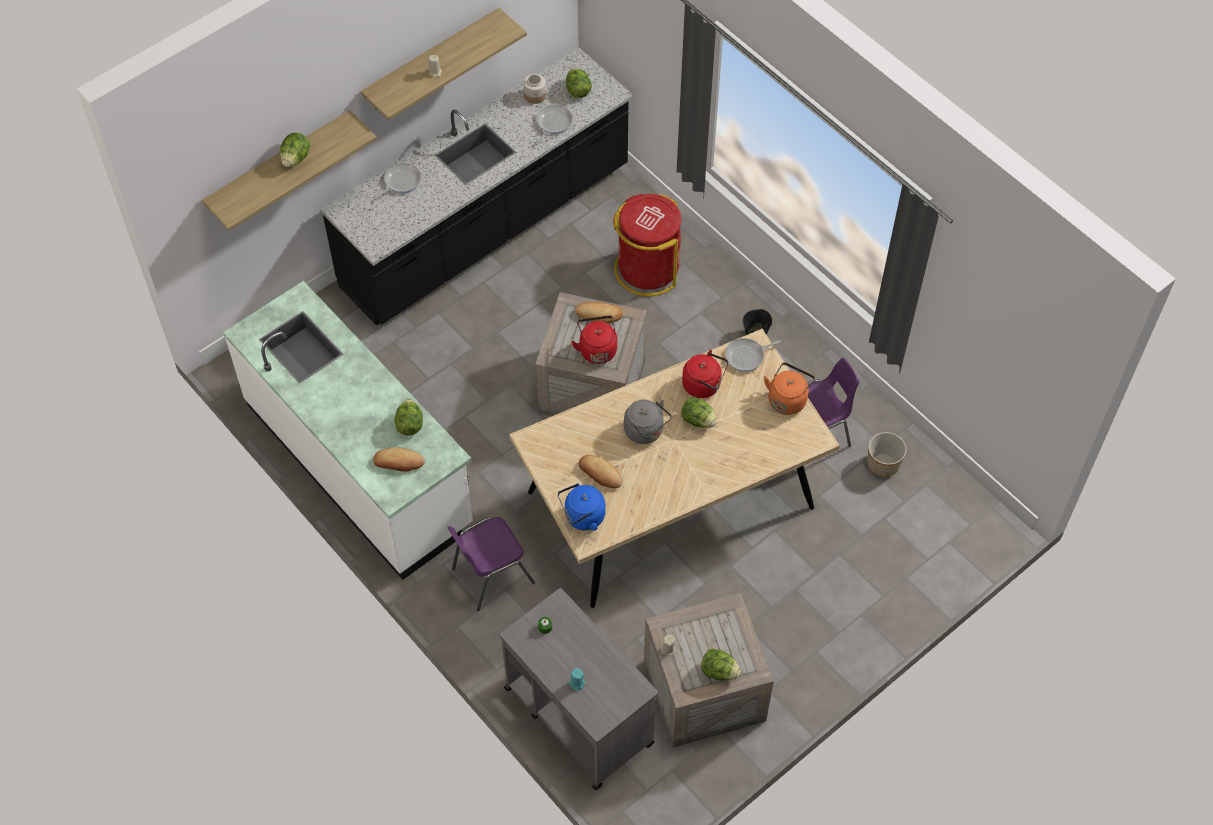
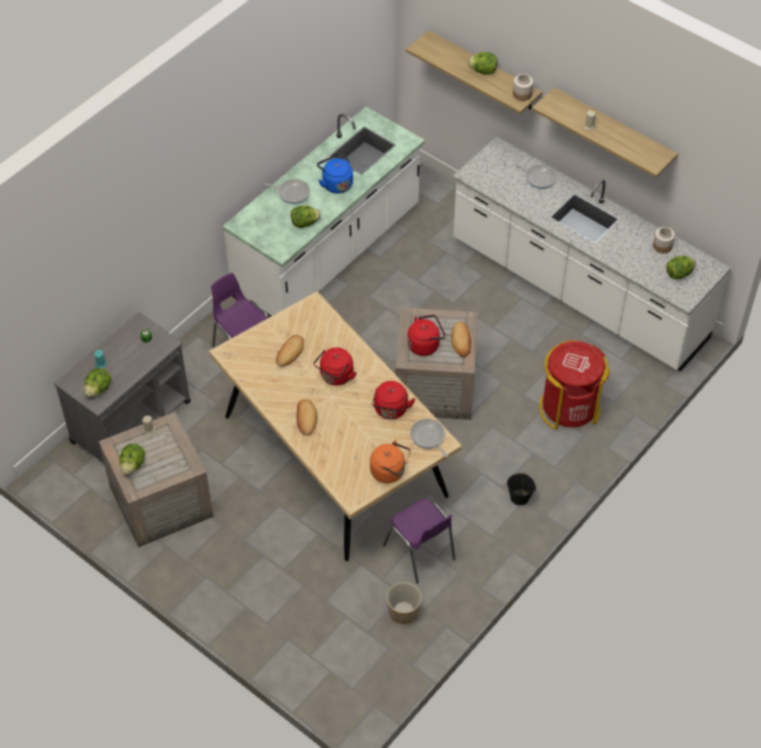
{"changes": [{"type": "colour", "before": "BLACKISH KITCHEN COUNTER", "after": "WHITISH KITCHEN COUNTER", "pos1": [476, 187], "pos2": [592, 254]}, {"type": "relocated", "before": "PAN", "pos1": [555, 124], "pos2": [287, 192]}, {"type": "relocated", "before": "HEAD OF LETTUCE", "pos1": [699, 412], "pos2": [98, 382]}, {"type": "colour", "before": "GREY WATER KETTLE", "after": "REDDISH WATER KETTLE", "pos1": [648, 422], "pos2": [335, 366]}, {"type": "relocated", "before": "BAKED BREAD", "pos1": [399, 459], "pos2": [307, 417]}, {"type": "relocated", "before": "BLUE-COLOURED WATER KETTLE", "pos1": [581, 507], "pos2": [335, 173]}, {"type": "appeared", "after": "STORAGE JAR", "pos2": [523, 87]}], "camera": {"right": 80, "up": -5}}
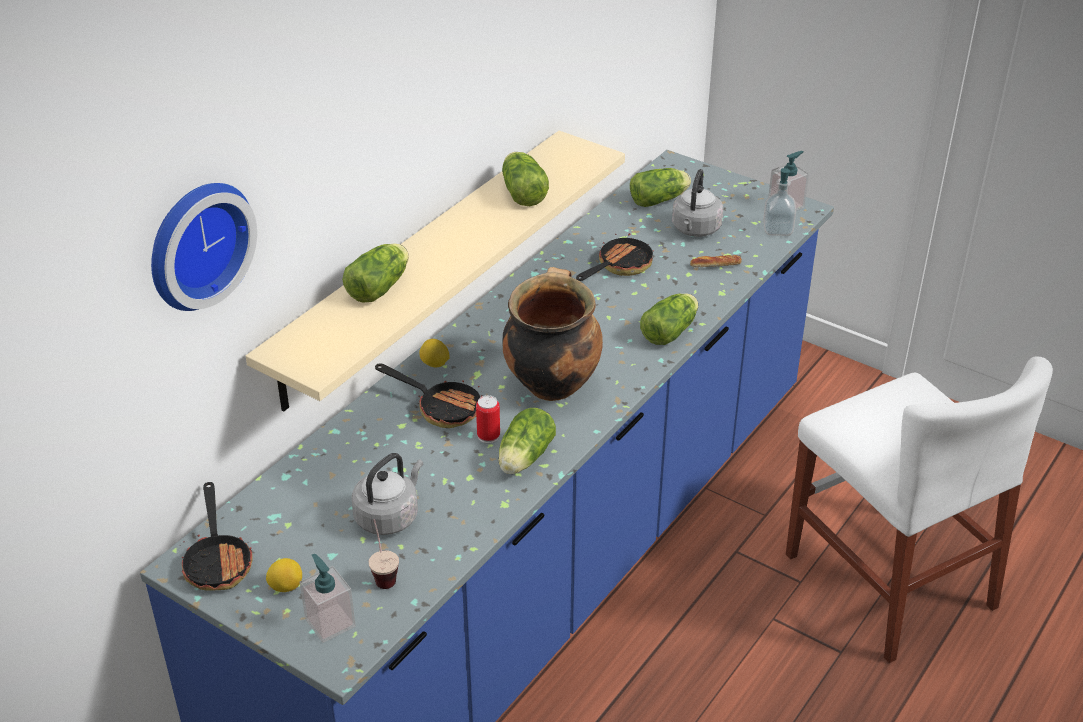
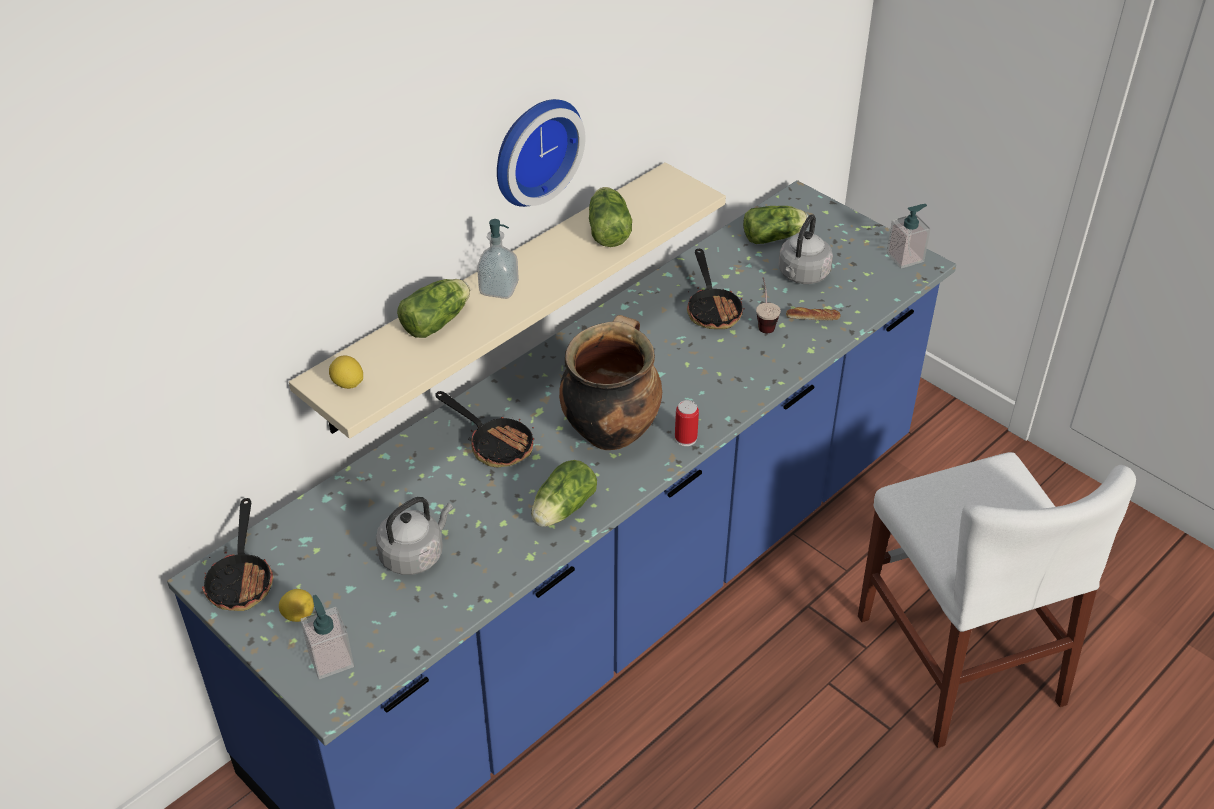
{"changes": [{"type": "relocated", "before": "LIQUID SOAP BOTTLE", "pos1": [780, 202], "pos2": [498, 259]}, {"type": "relocated", "before": "CLOCK ON THE WALL", "pos1": [204, 247], "pos2": [541, 153]}, {"type": "spun", "before": "PAN", "pos1": [614, 254], "pos2": [716, 289], "turn": 120}, {"type": "missing", "before": "HEAD OF LETTUCE", "pos1": [669, 319]}, {"type": "relocated", "before": "LEMON", "pos1": [434, 353], "pos2": [346, 372]}, {"type": "relocated", "before": "CAN", "pos1": [488, 419], "pos2": [687, 423]}, {"type": "relocated", "before": "DRINKING CUP", "pos1": [384, 554], "pos2": [768, 305]}], "camera": {"right": 10, "up": 5}}
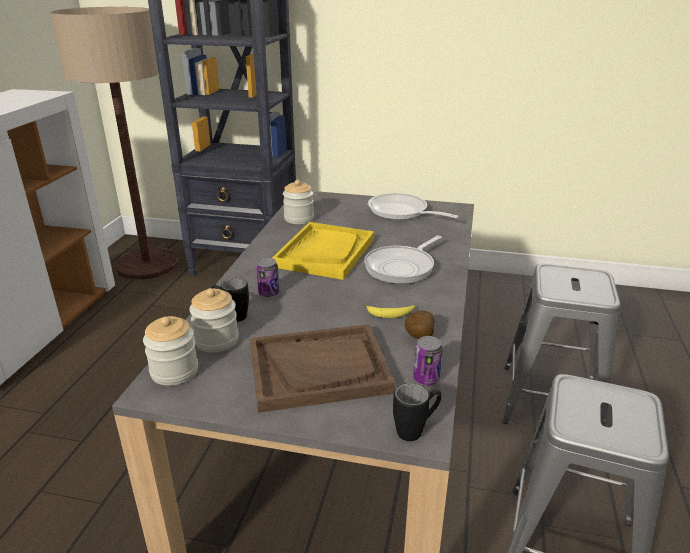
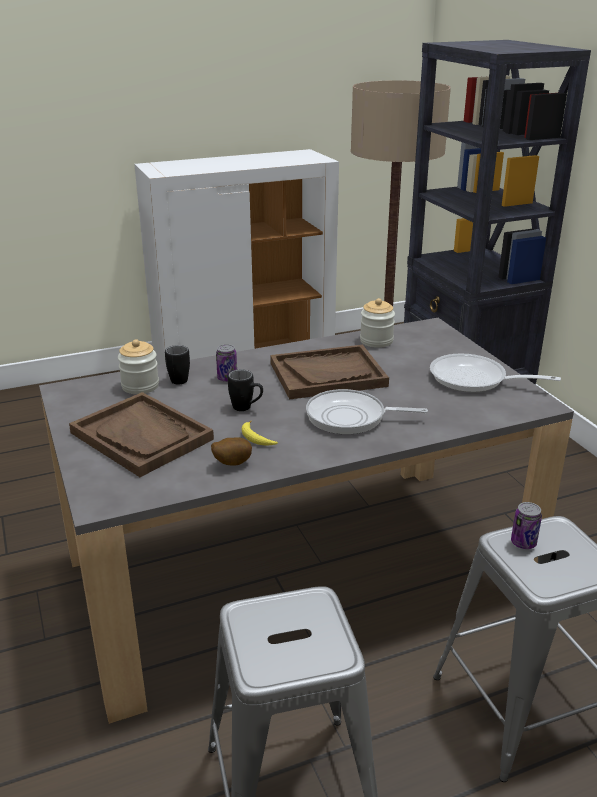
{"changes": [{"type": "spun", "before": "PAN", "pos1": [413, 206], "pos2": [495, 373], "turn": -75}, {"type": "colour", "before": "YELLOW SERVING TRAY", "after": "BROWNISH SERVING TRAY", "pos1": [323, 251], "pos2": [329, 372]}, {"type": "missing", "before": "STORAGE JAR", "pos1": [170, 351]}, {"type": "relocated", "before": "CAN", "pos1": [427, 360], "pos2": [526, 525]}, {"type": "relocated", "before": "BLACKISH COFFEE MUG", "pos1": [417, 412], "pos2": [245, 390]}], "camera": {"right": 55, "up": 0}}
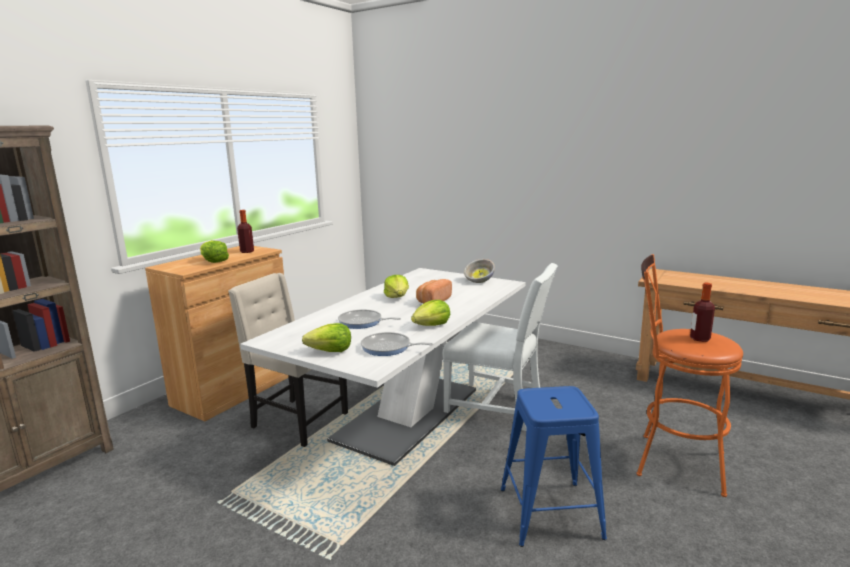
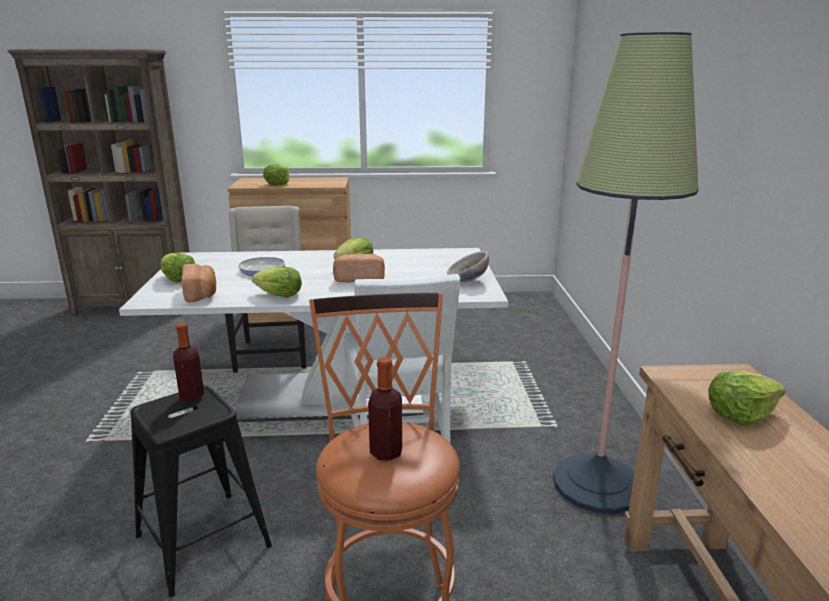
{"changes": [{"type": "relocated", "before": "BOTTLE", "pos1": [245, 231], "pos2": [188, 362]}, {"type": "exchanged", "before": "PAN", "after": "BAKED BREAD", "pos1": [397, 344], "pos2": [199, 283]}, {"type": "colour", "before": "BLUE-COLOURED STOOL SEAT", "after": "BLACKISH STOOL SEAT", "pos1": [554, 466], "pos2": [201, 491]}, {"type": "appeared", "after": "STANDING LAMP", "pos2": [626, 273]}, {"type": "appeared", "after": "HEAD OF LETTUCE", "pos2": [747, 398]}], "camera": {"right": 55, "up": 5}}
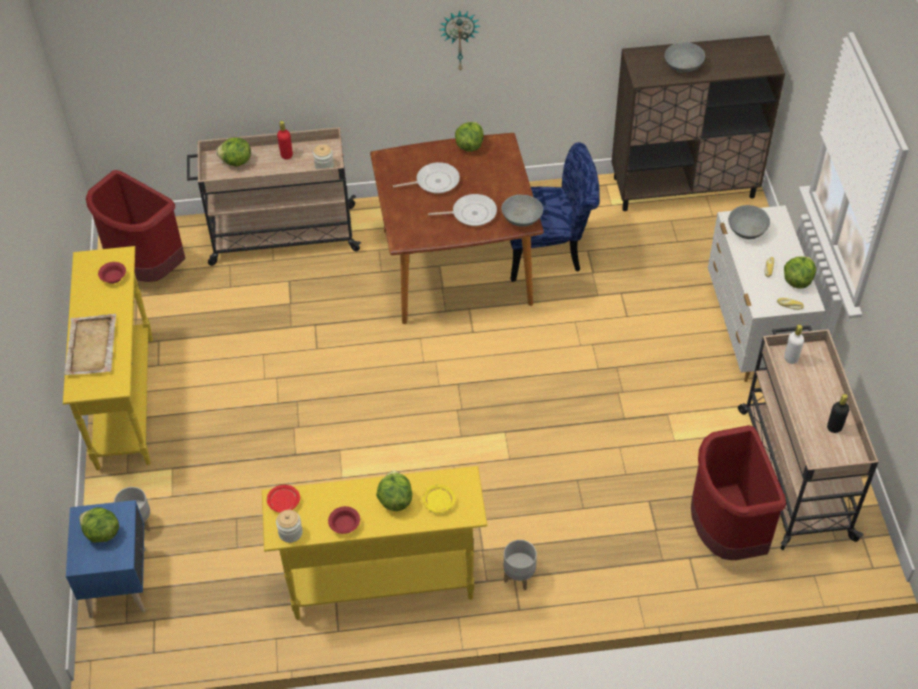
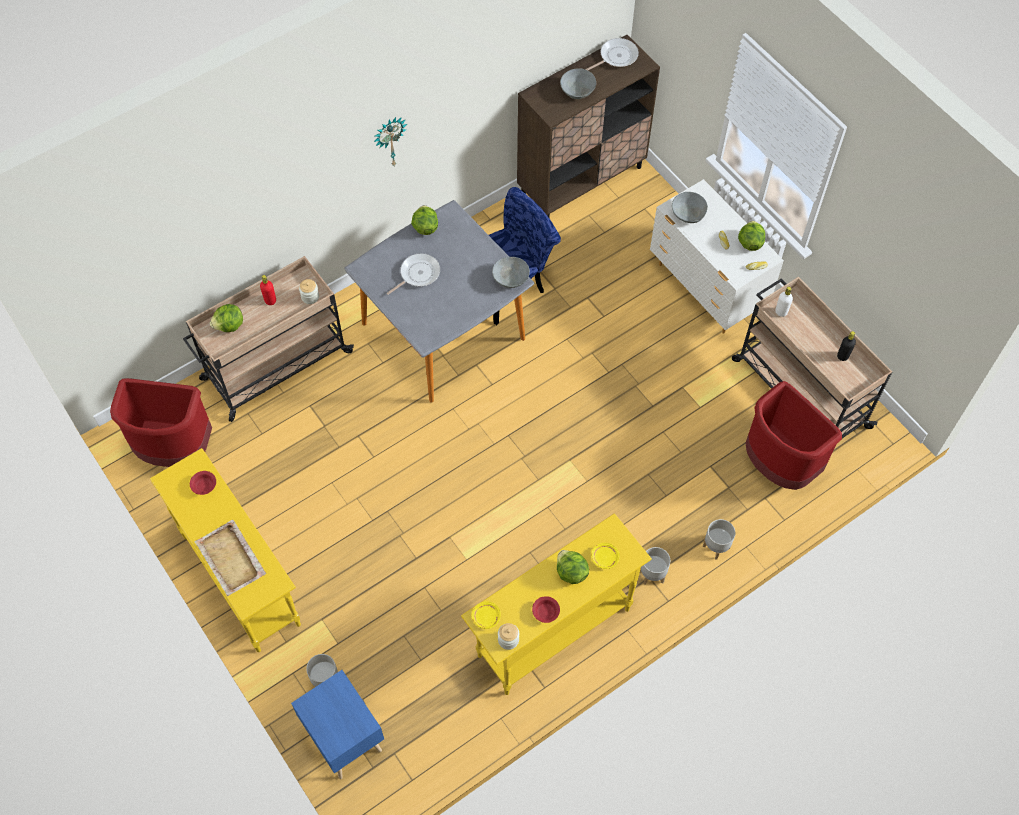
{"changes": [{"type": "colour", "before": "BROWNISH DINING TABLE", "after": "GREY DINING TABLE", "pos1": [457, 228], "pos2": [439, 301]}, {"type": "relocated", "before": "PAN", "pos1": [462, 210], "pos2": [612, 54]}, {"type": "colour", "before": "REDDISH DINNER PLATE", "after": "YELLOW DINNER PLATE", "pos1": [283, 499], "pos2": [486, 615]}, {"type": "missing", "before": "HEAD OF LETTUCE", "pos1": [99, 525]}, {"type": "appeared", "after": "GREY PLANTER", "pos2": [719, 539]}], "camera": {"right": -30, "up": 10}}
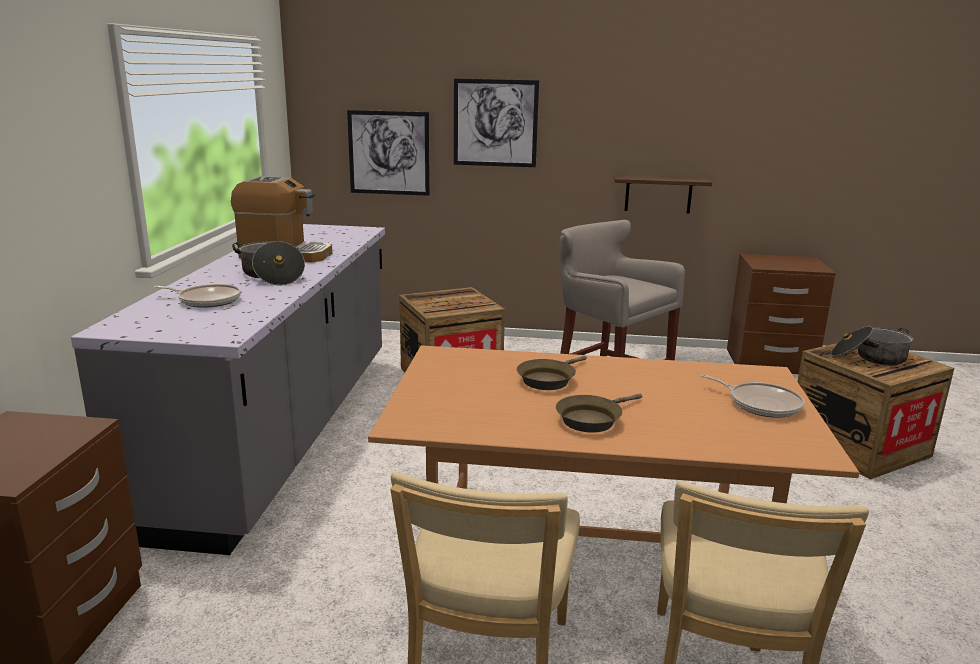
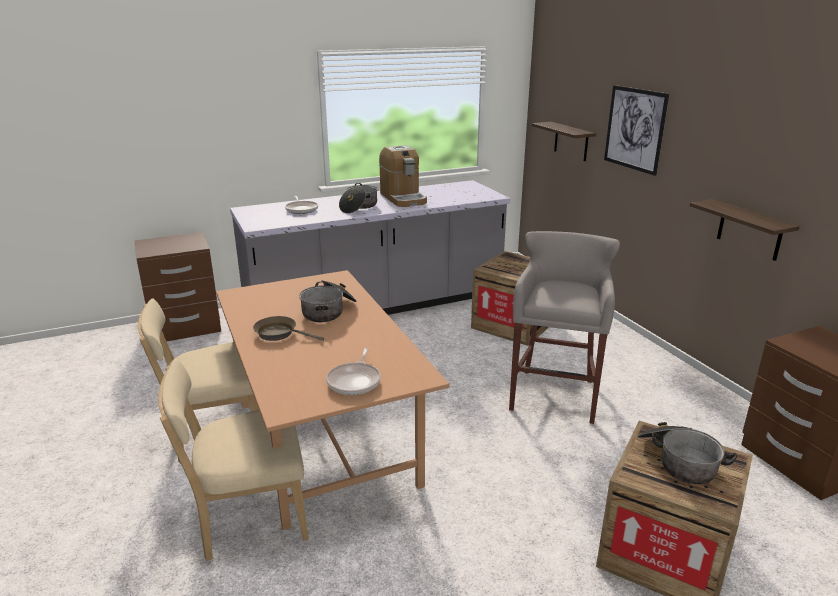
{"changes": [{"type": "exchanged", "before": "PICTURE", "after": "SHELF", "pos1": [388, 153], "pos2": [564, 141]}, {"type": "exchanged", "before": "BROWNISH PAN", "after": "SAUCEPOT", "pos1": [552, 373], "pos2": [328, 301]}], "camera": {"right": 60, "up": 5}}
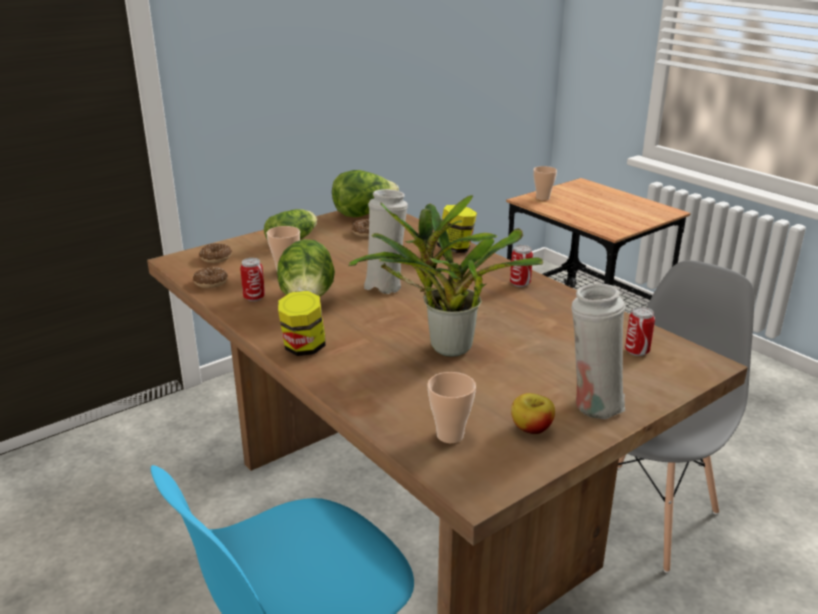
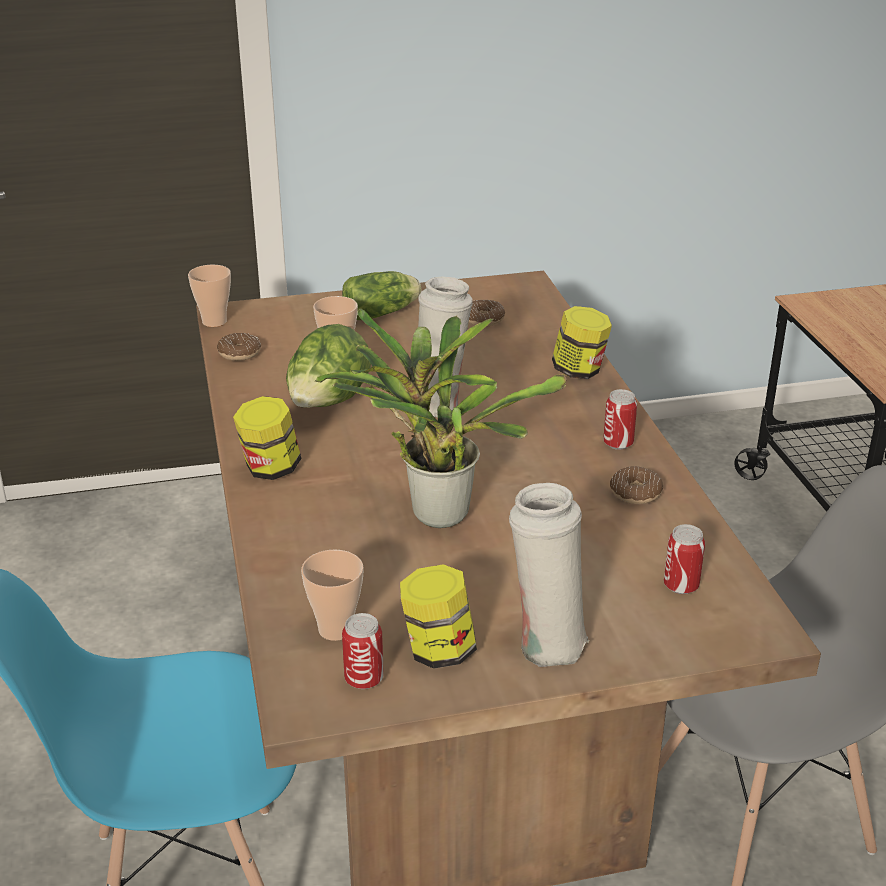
{"changes": [{"type": "relocated", "before": "DRINKING CUP", "pos1": [545, 183], "pos2": [209, 296]}, {"type": "missing", "before": "HEAD OF LETTUCE", "pos1": [365, 193]}, {"type": "relocated", "before": "RING DOUGHNUT", "pos1": [215, 253], "pos2": [636, 485]}, {"type": "relocated", "before": "CAN", "pos1": [252, 279], "pos2": [363, 651]}, {"type": "exchanged", "before": "WHOLE APPLE", "after": "STORAGE JAR", "pos1": [533, 413], "pos2": [438, 616]}], "camera": {"right": 25, "up": 5}}
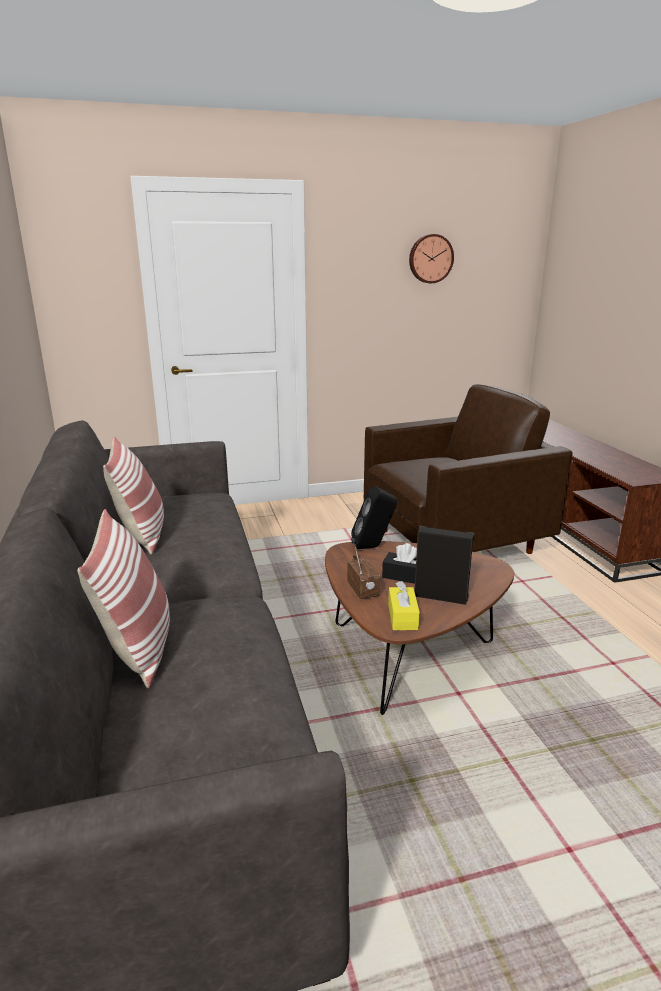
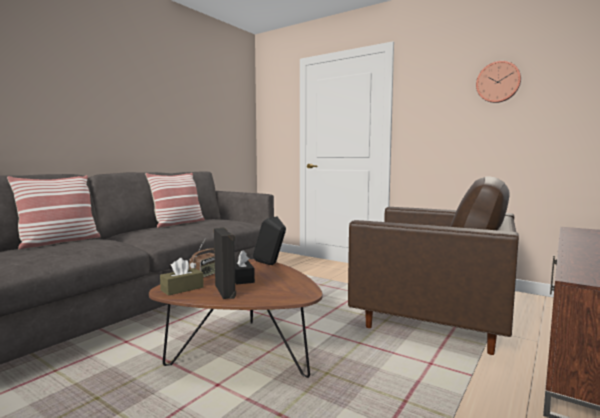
{"changes": [{"type": "colour", "before": "YELLOW TISSUE BOX", "after": "BROWNISH TISSUE BOX", "pos1": [404, 605], "pos2": [182, 277]}], "camera": {"right": 50, "up": -15}}
